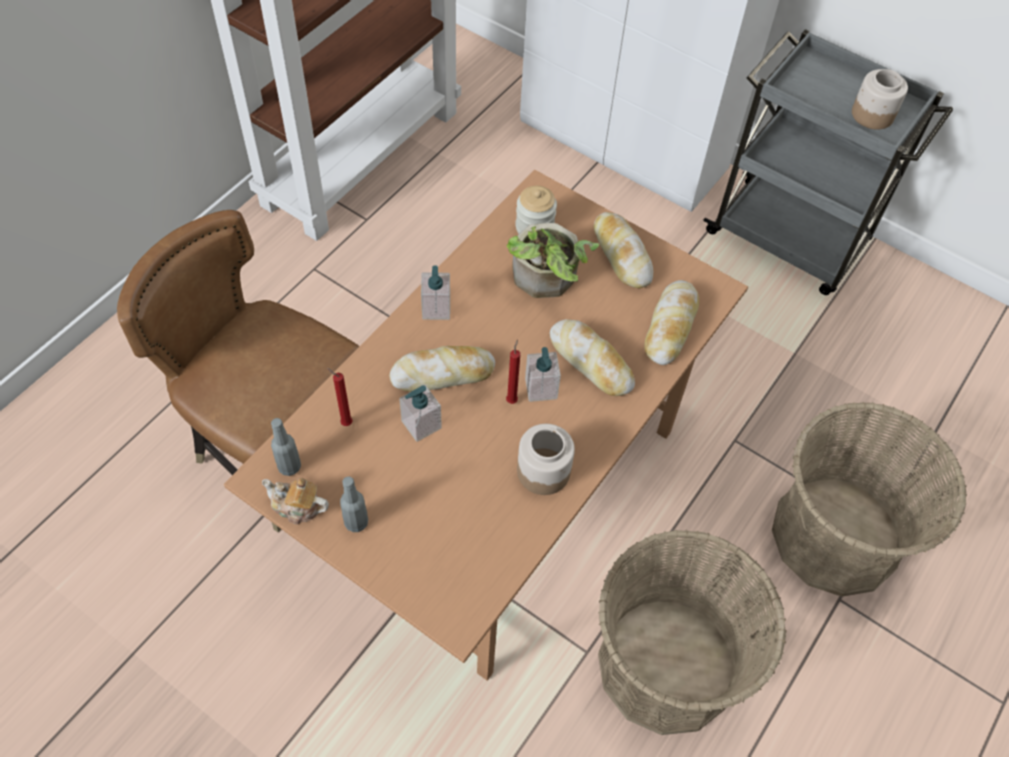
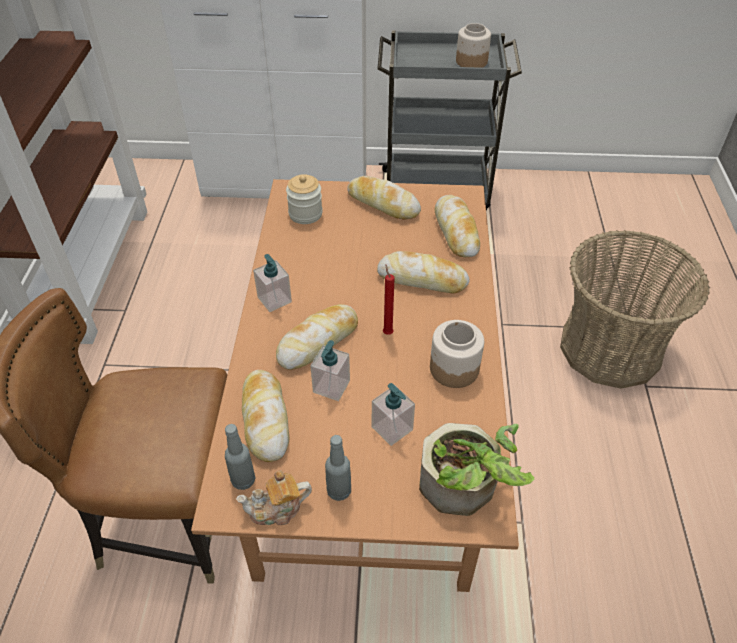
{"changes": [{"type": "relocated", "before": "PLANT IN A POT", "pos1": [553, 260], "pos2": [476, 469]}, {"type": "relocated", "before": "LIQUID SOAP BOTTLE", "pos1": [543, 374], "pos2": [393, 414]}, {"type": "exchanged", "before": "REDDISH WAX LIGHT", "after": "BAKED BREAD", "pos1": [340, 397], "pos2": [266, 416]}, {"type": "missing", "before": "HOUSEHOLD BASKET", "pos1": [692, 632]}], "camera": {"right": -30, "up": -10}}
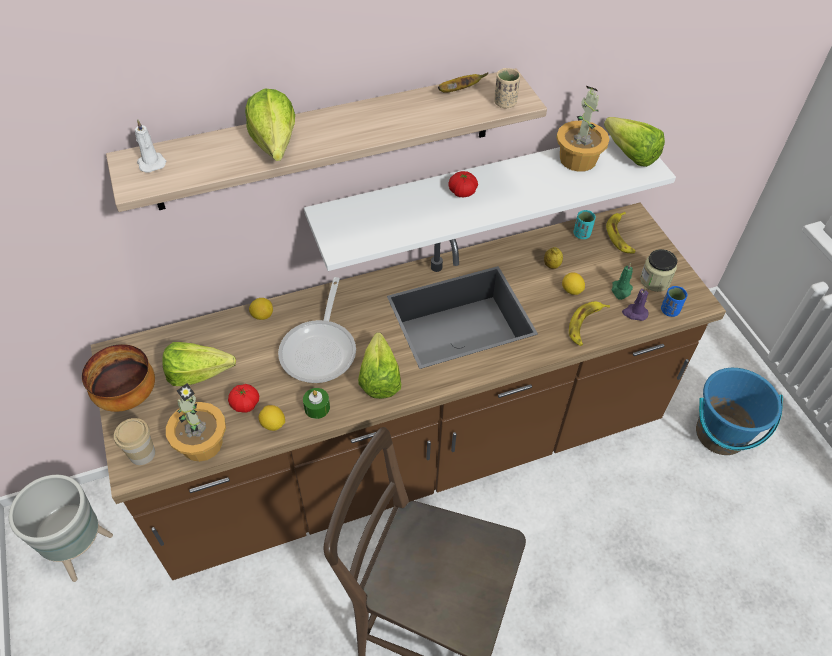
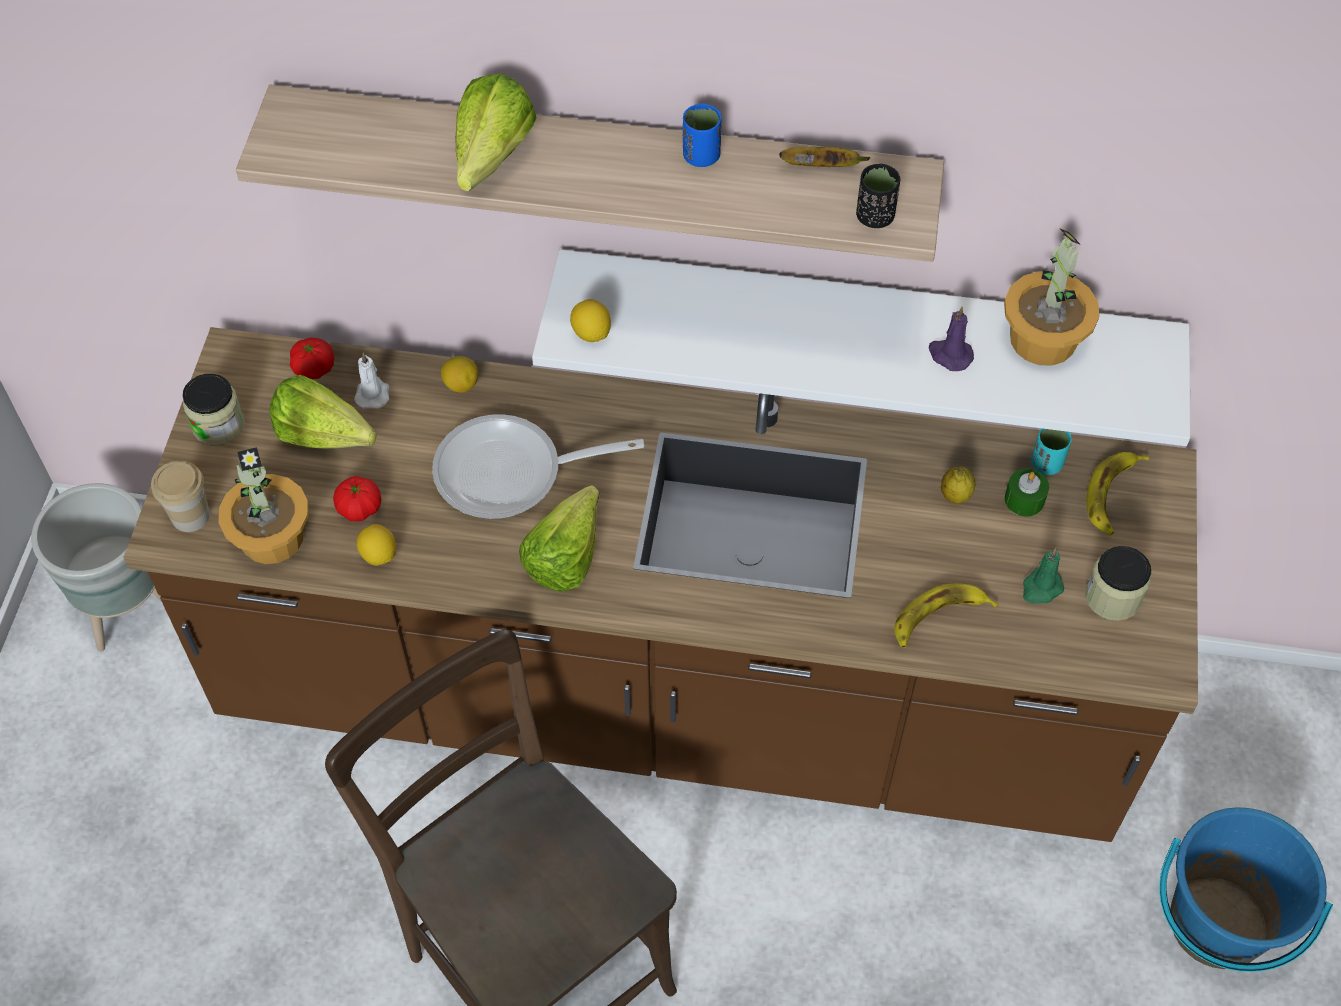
{"changes": [{"type": "colour", "before": "SAND-COLOURED DRINKING CUP", "after": "BLACKISH DRINKING CUP", "pos1": [507, 88], "pos2": [878, 196]}, {"type": "missing", "before": "HEAD OF LETTUCE", "pos1": [634, 142]}, {"type": "relocated", "before": "WHITISH WAX LIGHT", "pos1": [151, 146], "pos2": [371, 381]}, {"type": "relocated", "before": "TOMATO", "pos1": [463, 184], "pos2": [312, 358]}, {"type": "relocated", "before": "LEMON", "pos1": [573, 284], "pos2": [590, 320]}, {"type": "spun", "before": "PAN", "pos1": [317, 330], "pos2": [538, 466], "turn": 45}, {"type": "relocated", "before": "PURPLISH WAX LIGHT", "pos1": [635, 303], "pos2": [951, 339]}, {"type": "relocated", "before": "BLUE-COLOURED DRINKING CUP", "pos1": [674, 301], "pos2": [702, 135]}, {"type": "exchanged", "before": "BOWL", "after": "STORAGE JAR", "pos1": [118, 378], "pos2": [214, 410]}, {"type": "relocated", "before": "GREEN-COLOURED WAX LIGHT", "pos1": [316, 403], "pos2": [1027, 493]}], "camera": {"right": 30, "up": 5}}
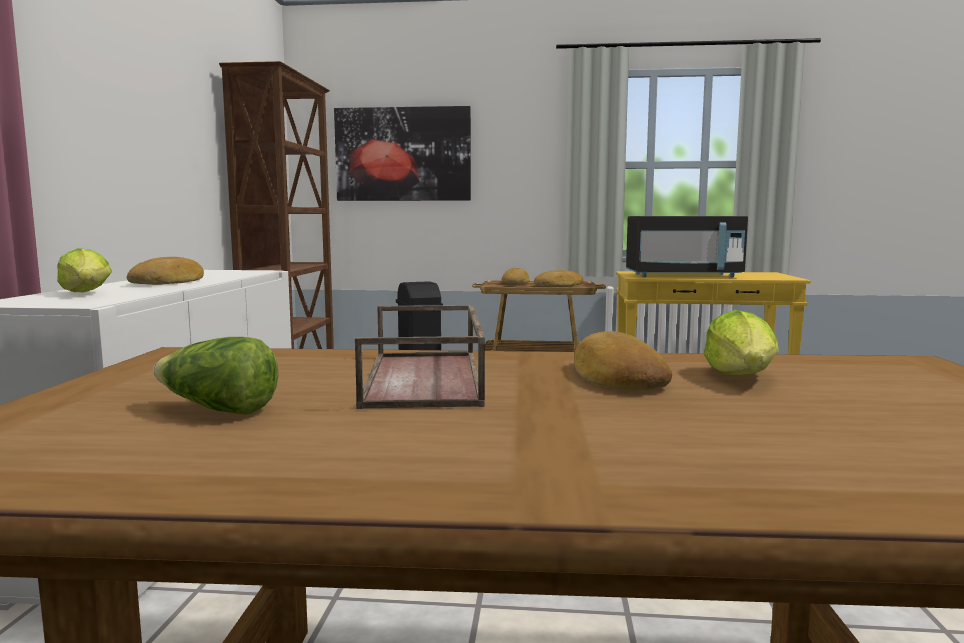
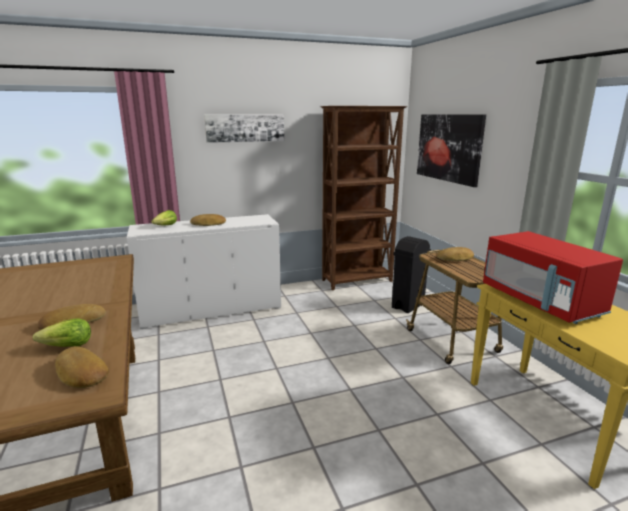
{"changes": [{"type": "colour", "before": "BLACKISH KITCHEN MICROWAVE", "after": "REDDISH KITCHEN MICROWAVE", "pos1": [687, 246], "pos2": [553, 277]}, {"type": "relocated", "before": "BAKED BREAD", "pos1": [558, 278], "pos2": [82, 367]}, {"type": "missing", "before": "BROWNISH SERVING TRAY", "pos1": [420, 357]}, {"type": "missing", "before": "HEAD OF LETTUCE", "pos1": [216, 376]}, {"type": "appeared", "after": "PICTURE", "pos2": [244, 128]}], "camera": {"right": 65, "up": 10}}
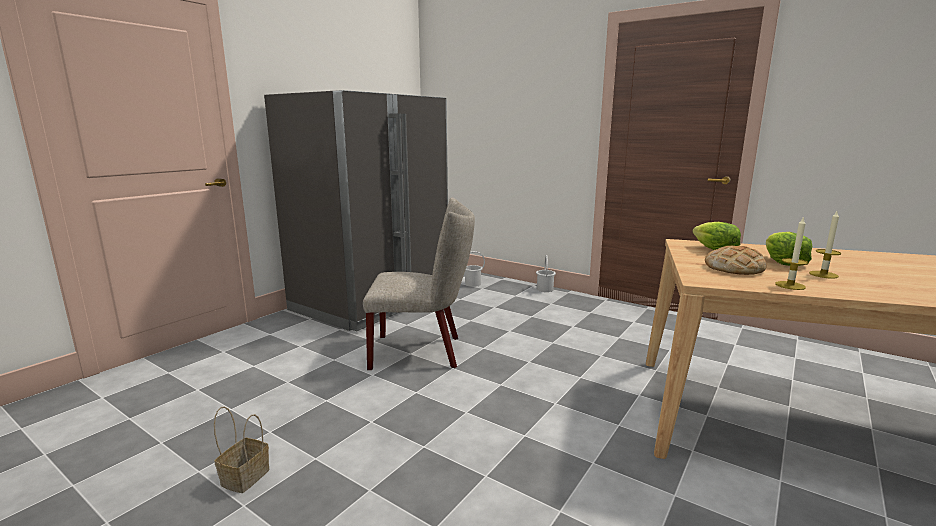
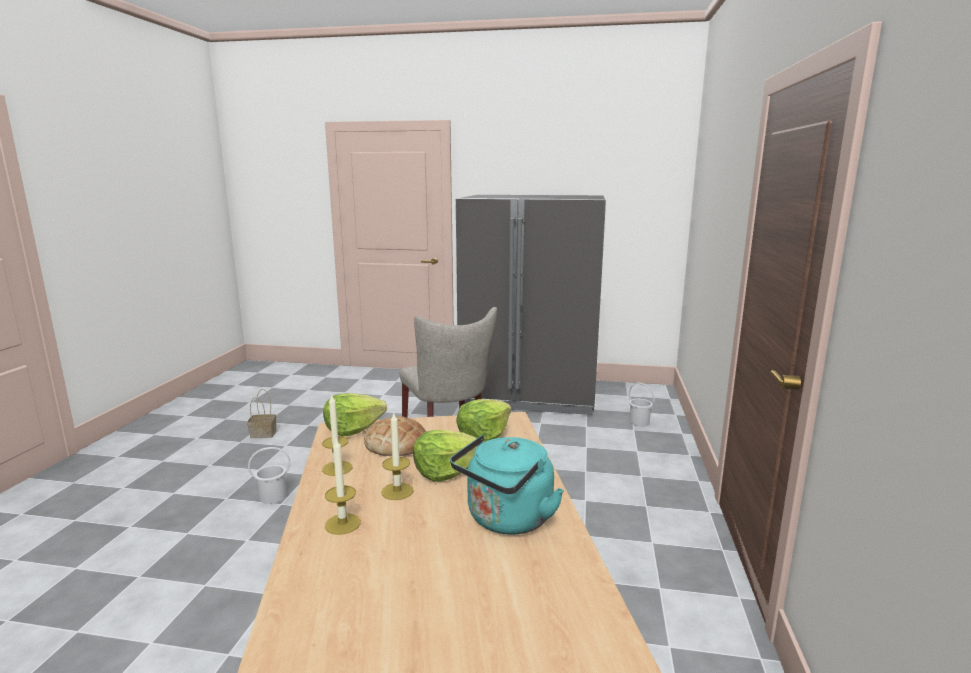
{"changes": [{"type": "relocated", "before": "WHITISH BUCKET", "pos1": [546, 273], "pos2": [269, 475]}, {"type": "appeared", "after": "HEAD OF LETTUCE", "pos2": [355, 415]}, {"type": "appeared", "after": "TURQUOISE WATER KETTLE", "pos2": [507, 485]}, {"type": "appeared", "after": "WAX LIGHT", "pos2": [343, 486]}], "camera": {"right": 65, "up": 0}}
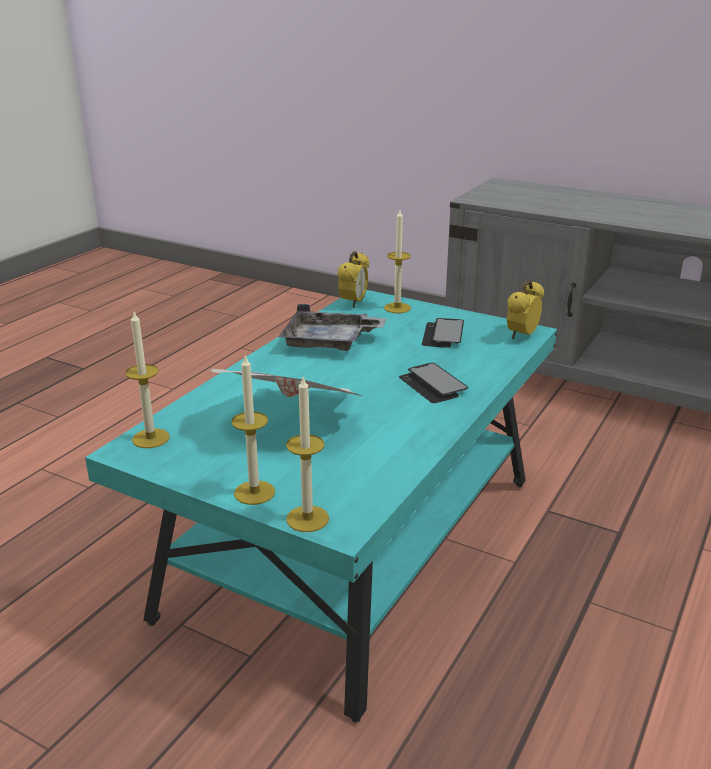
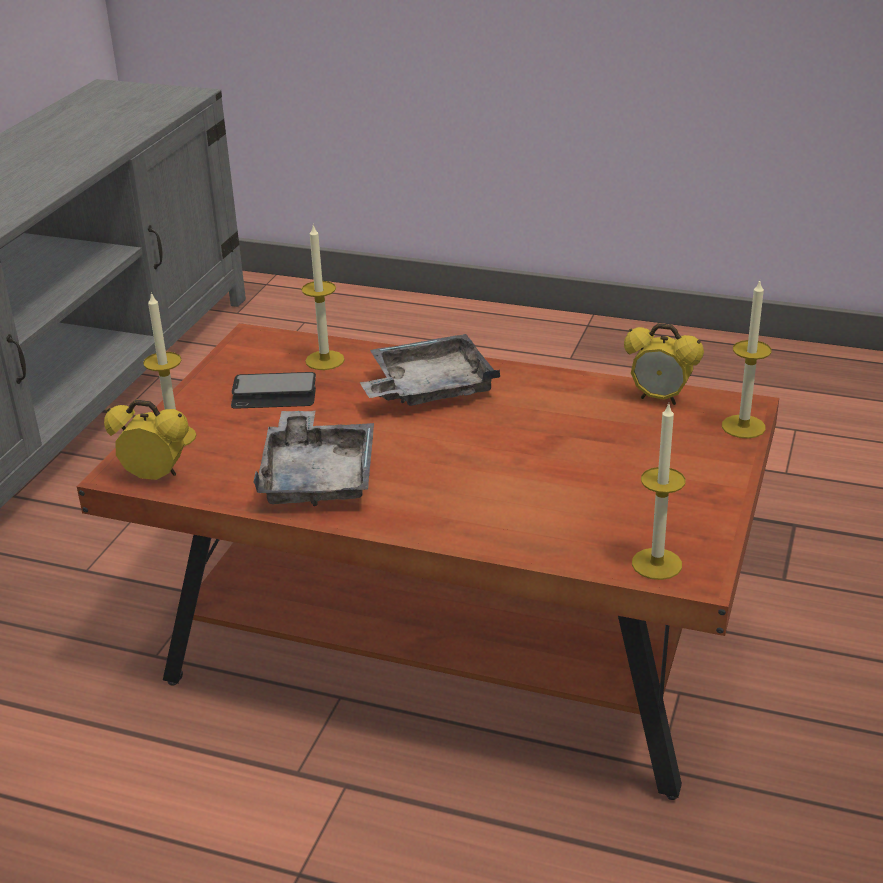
{"changes": [{"type": "relocated", "before": "TABLE CLOCK", "pos1": [525, 309], "pos2": [664, 364]}, {"type": "colour", "before": "TURQUOISE COFFEE TABLE", "after": "BROWNISH COFFEE TABLE", "pos1": [321, 506], "pos2": [428, 561]}, {"type": "relocated", "before": "WAX LIGHT", "pos1": [253, 430], "pos2": [323, 297]}, {"type": "exchanged", "before": "TELEPHONE", "after": "GREY SERVING TRAY", "pos1": [433, 383], "pos2": [430, 370]}, {"type": "missing", "before": "DAILY PAPER", "pos1": [286, 383]}], "camera": {"right": -100, "up": 5}}
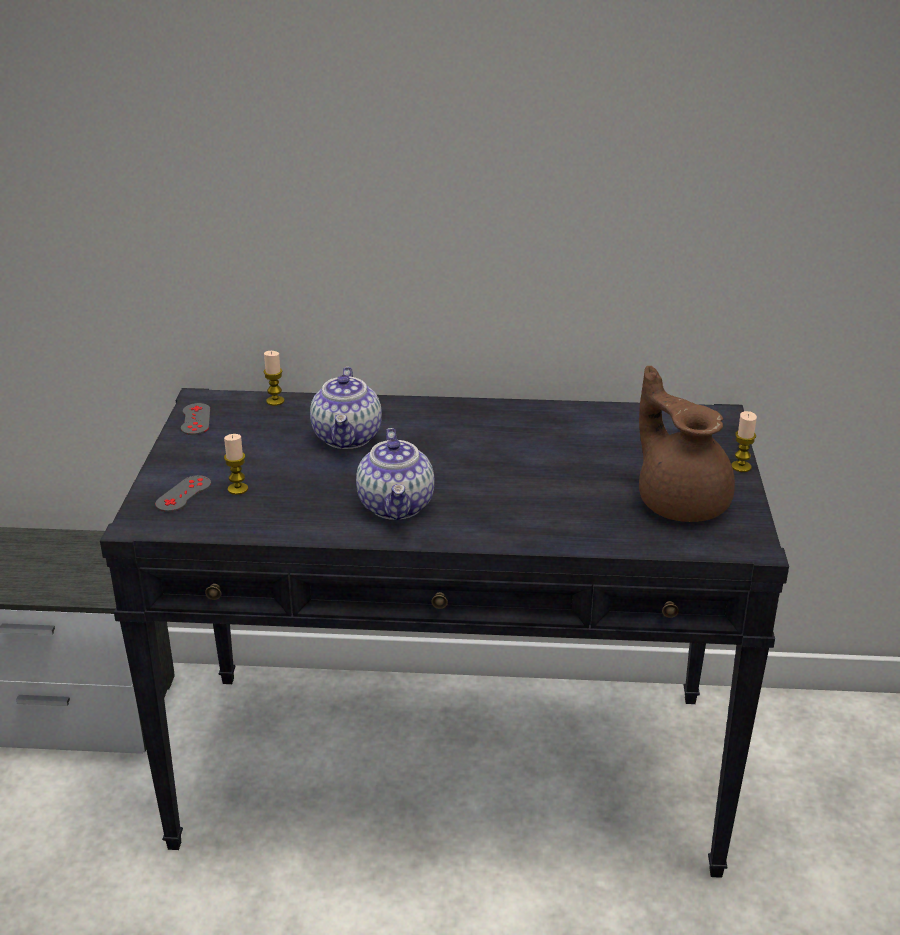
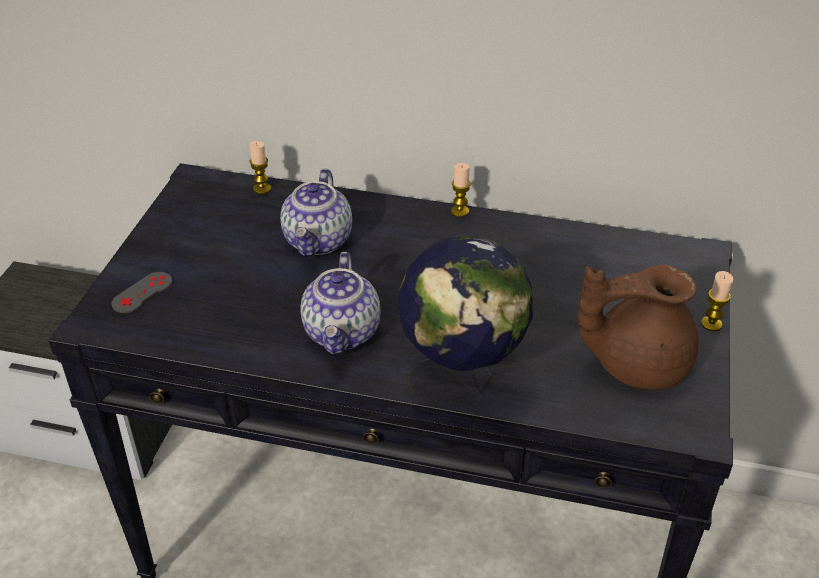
{"changes": [{"type": "spun", "before": "BROWNISH TEAPOT", "pos1": [687, 444], "pos2": [638, 326], "turn": -75}, {"type": "missing", "before": "GREY GAMEPAD", "pos1": [195, 419]}, {"type": "relocated", "before": "WAX LIGHT", "pos1": [236, 464], "pos2": [461, 190]}, {"type": "appeared", "after": "GLOBE", "pos2": [465, 314]}], "camera": {"right": 10, "up": 10}}
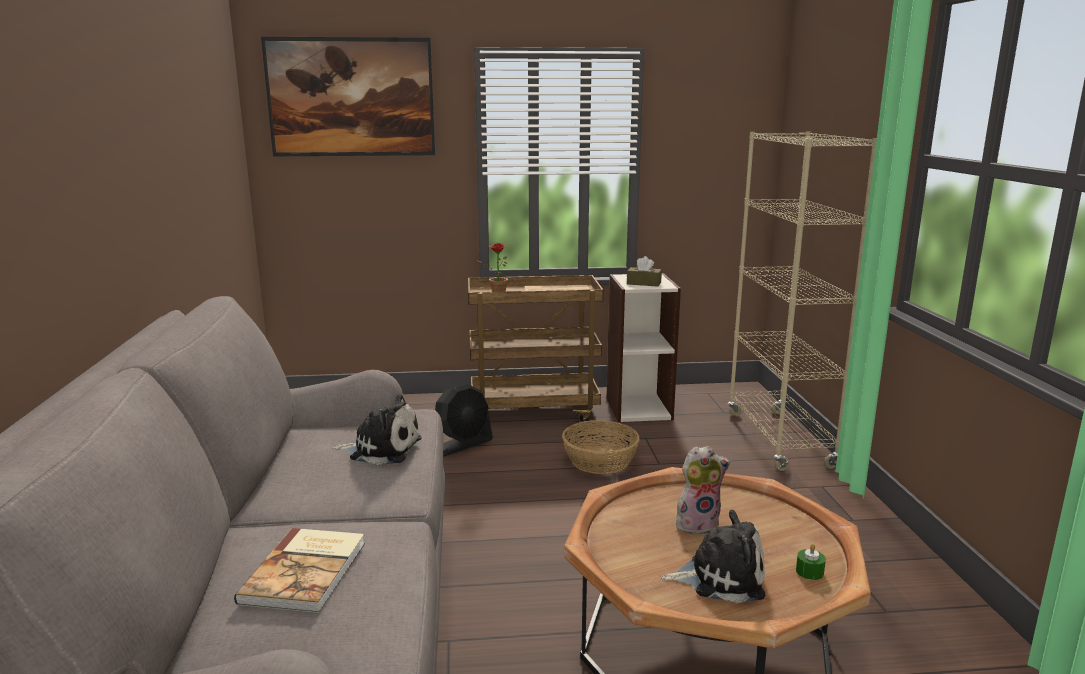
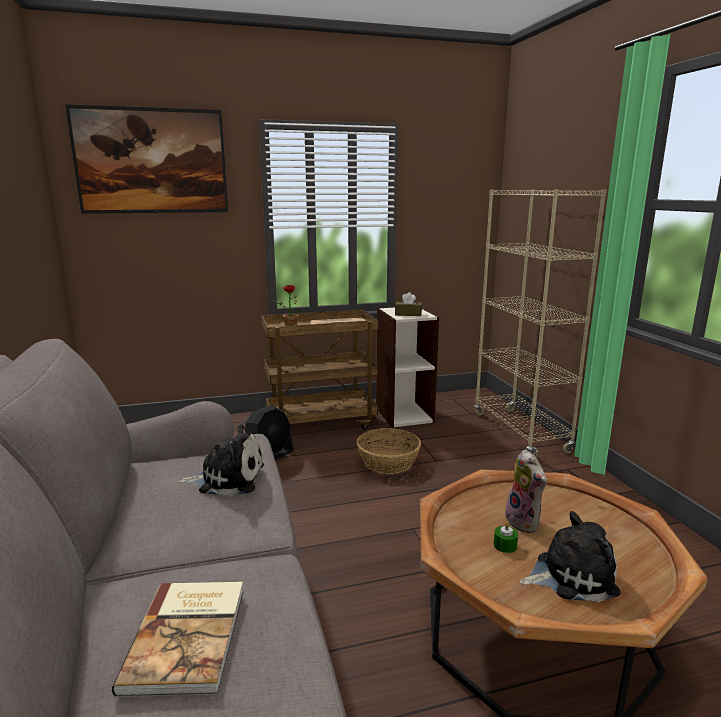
{"changes": [{"type": "spun", "before": "SOFT TOY", "pos1": [703, 490], "pos2": [526, 491], "turn": 90}, {"type": "relocated", "before": "GREEN-COLOURED WAX LIGHT", "pos1": [811, 562], "pos2": [506, 537]}], "camera": {"right": -10, "up": 0}}
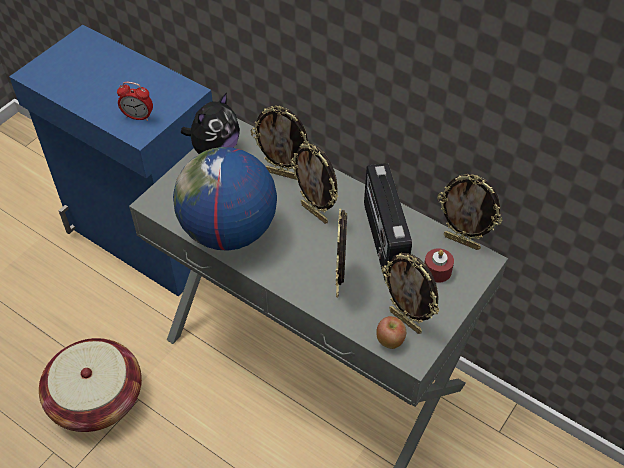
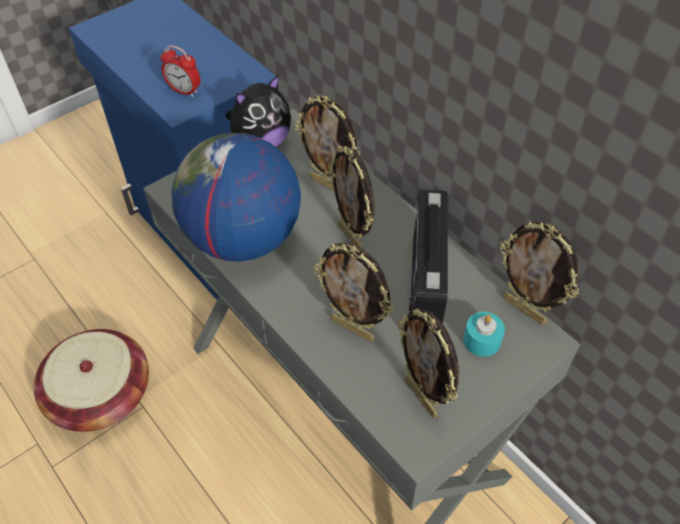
{"changes": [{"type": "spun", "before": "PHOTO FRAME", "pos1": [341, 253], "pos2": [353, 292], "turn": -75}, {"type": "colour", "before": "REDDISH WAX LIGHT", "after": "TURQUOISE WAX LIGHT", "pos1": [439, 265], "pos2": [484, 334]}, {"type": "missing", "before": "WHOLE APPLE", "pos1": [391, 332]}], "camera": {"right": 15, "up": 0}}
